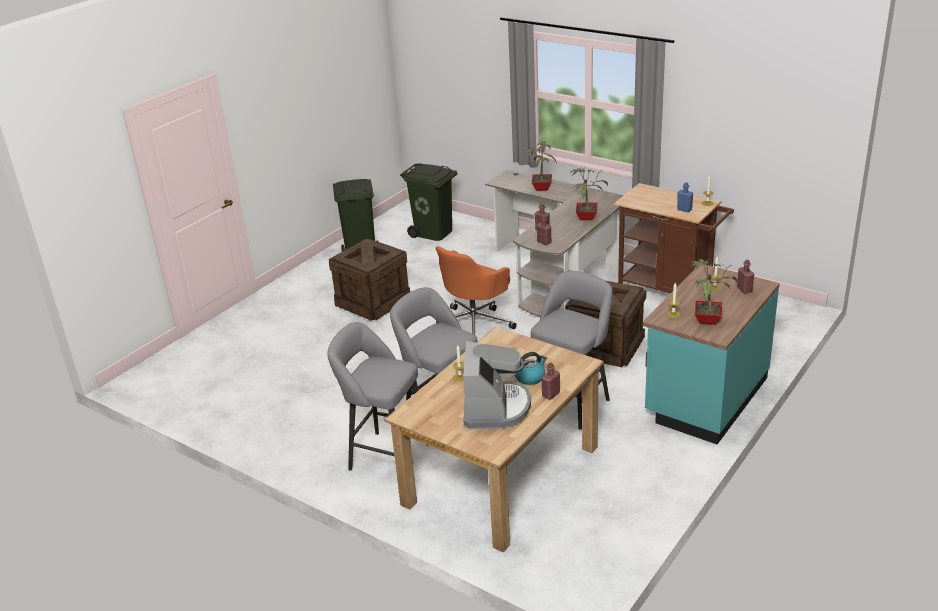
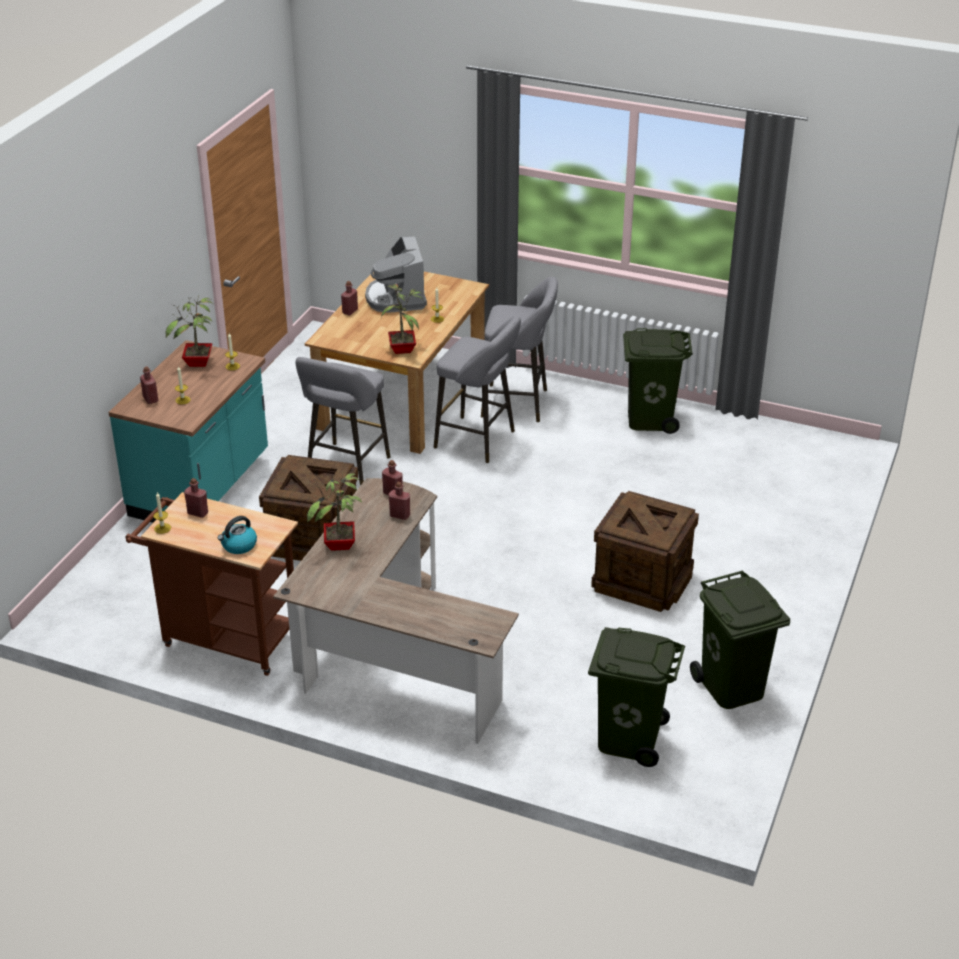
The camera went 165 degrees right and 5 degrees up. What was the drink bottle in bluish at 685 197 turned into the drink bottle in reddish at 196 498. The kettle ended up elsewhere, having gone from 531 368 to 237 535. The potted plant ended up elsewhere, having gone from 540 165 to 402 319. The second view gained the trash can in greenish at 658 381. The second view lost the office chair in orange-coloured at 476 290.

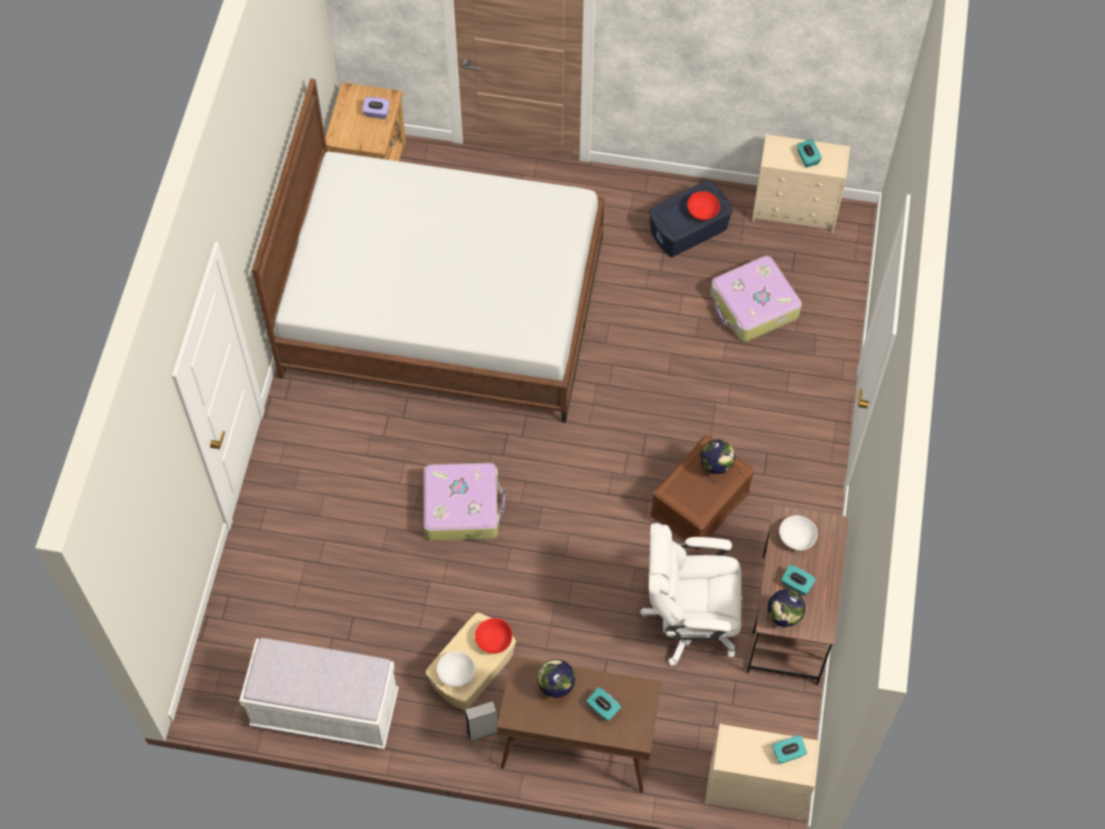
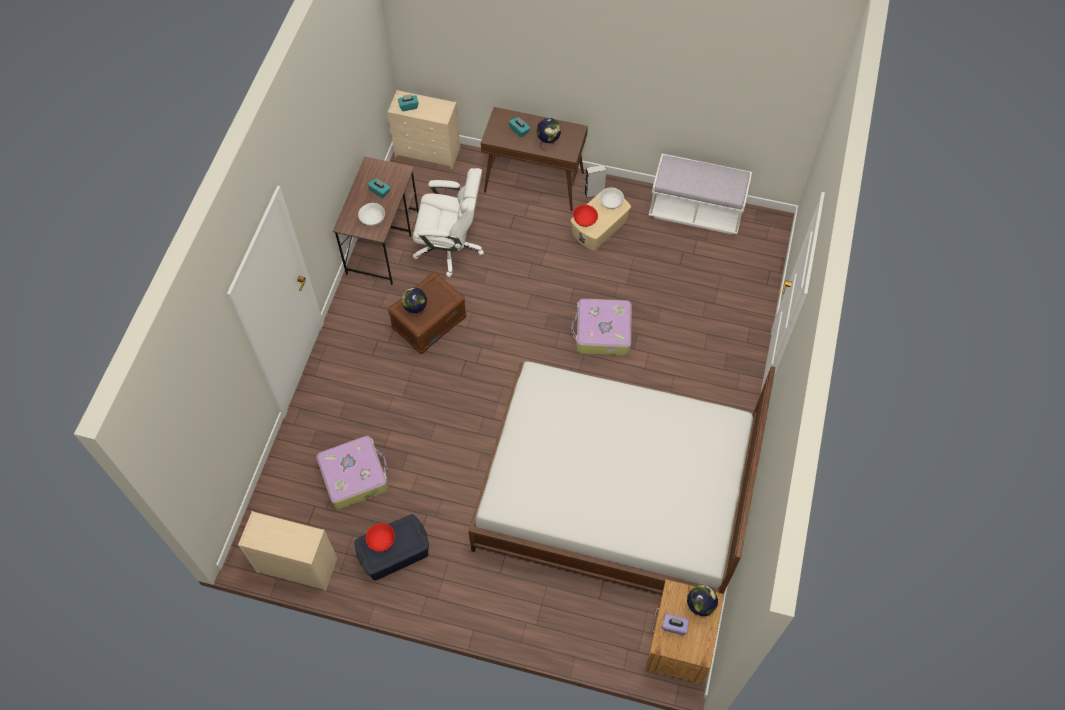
The camera went 175 degrees left and 0 degrees up. The globe ended up elsewhere, having gone from 786 608 to 702 600. The second view lost the tissue box in turquoise-coloured at 809 153.

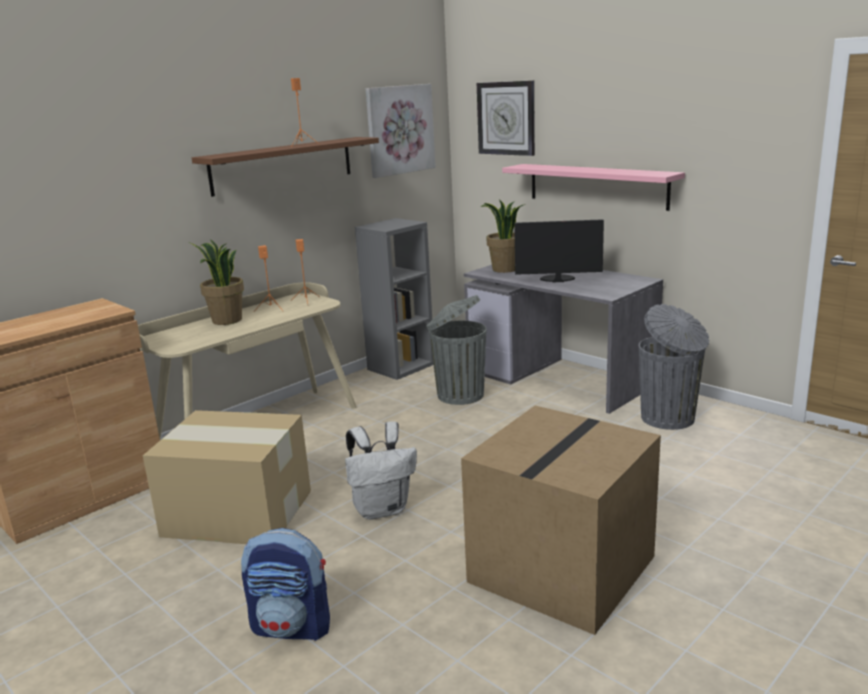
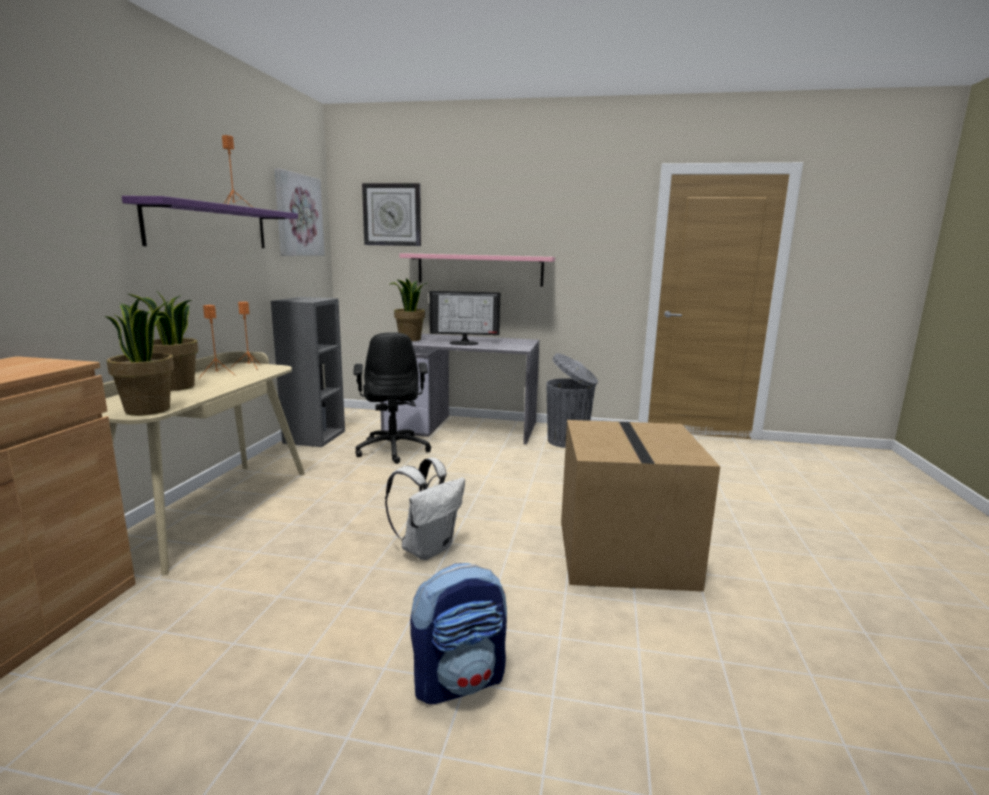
The camera went 35 degrees left and 5 degrees down. The second view gained the potted plant at 139 357. What was the shelf in brown-coloured at 285 167 turned into the shelf in purplish at 210 222. Where the trash can in gray stood at 456 350, the office chair in black came to stand at 392 398. The computer screen at 559 250 ended up facing another way, 150 degrees counterclockwise from before. The second view lost the cardboard box at 227 477.

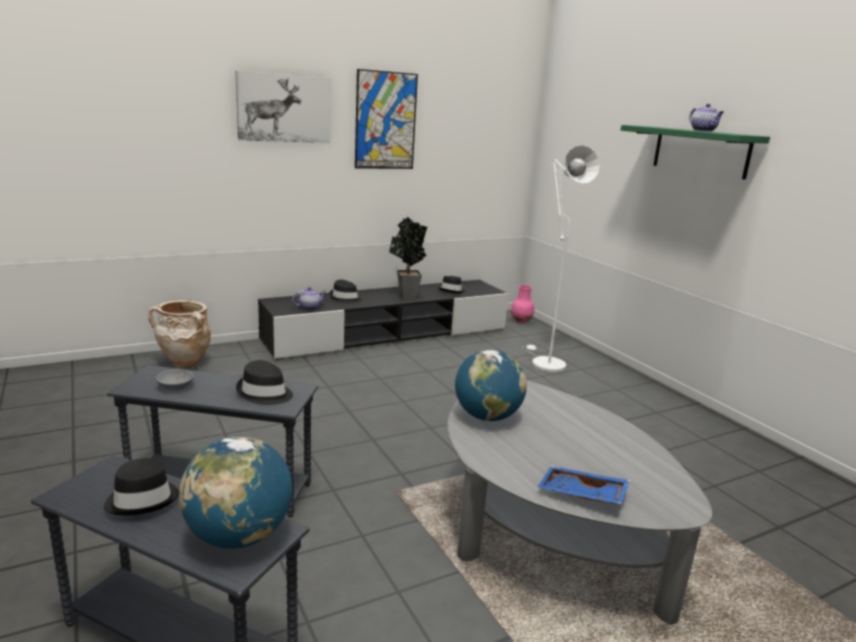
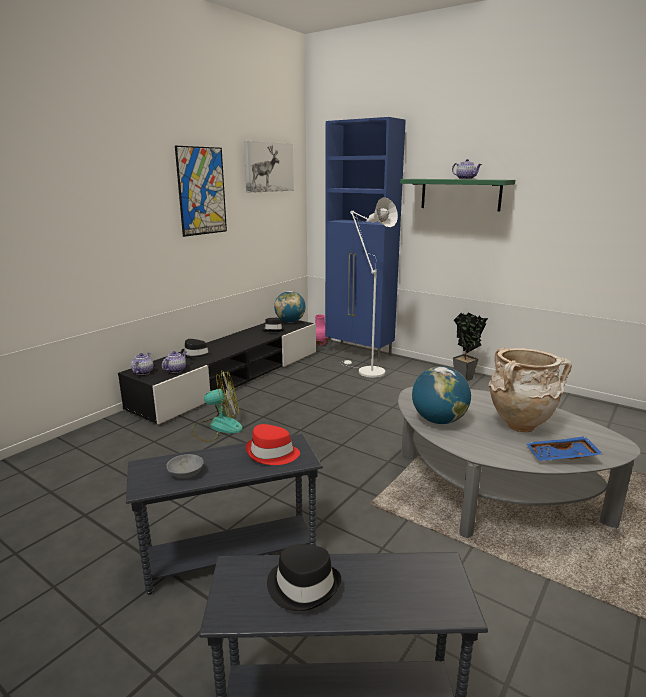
The camera went 25 degrees left and 0 degrees up. The second view gained the pot for tea at 142 364. The second view gained the electric fan at 217 406. The wall picture ended up elsewhere, having gone from 283 107 to 269 167. What was the hat in black at 264 382 turned into the hat in reddish at 273 444. The globe ended up elsewhere, having gone from 235 492 to 290 306. The second view gained the cupboard in bluish at 365 239. The potted plant ended up elsewhere, having gone from 408 258 to 470 346. The decorative vase in sand-coloured ended up elsewhere, having gone from 179 334 to 530 390.

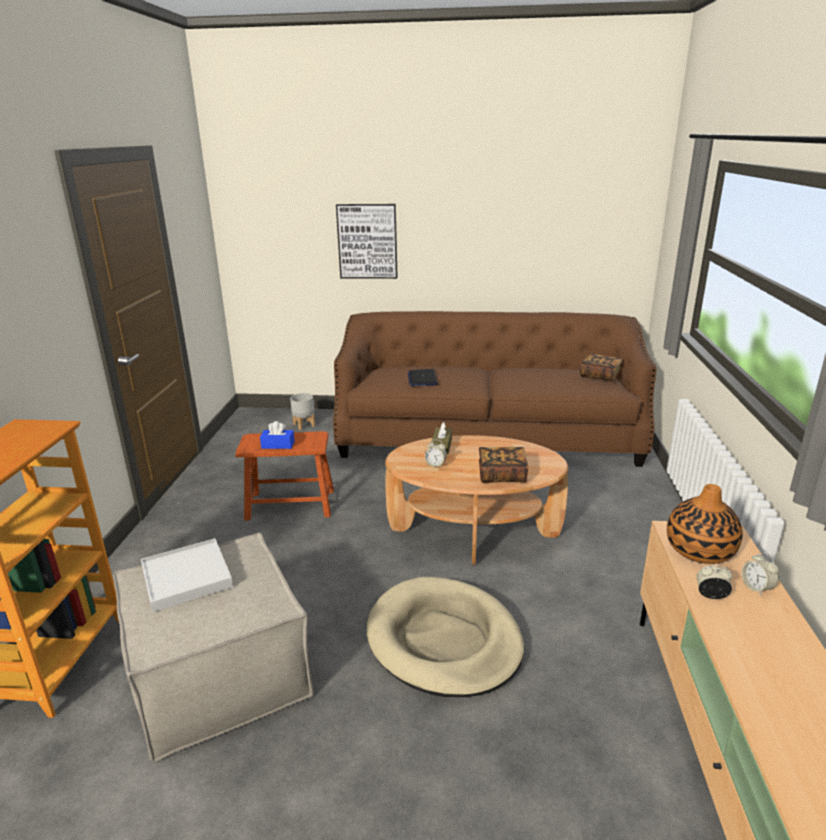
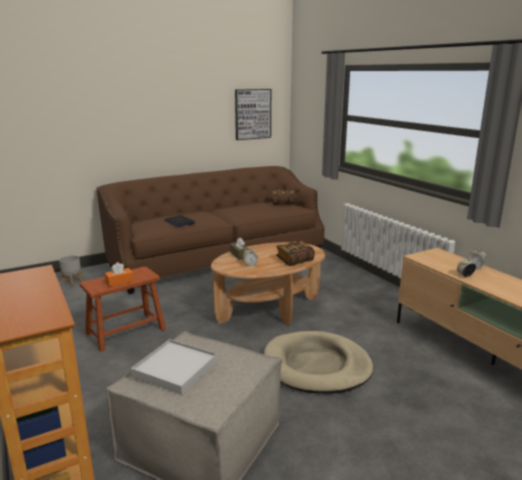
The camera went 35 degrees left and 5 degrees down. What was the tissue box in bluish at 277 435 turned into the tissue box in orange-coloured at 119 274. The wall picture ended up elsewhere, having gone from 367 241 to 253 114. The second view lost the decorative vase at 705 524.

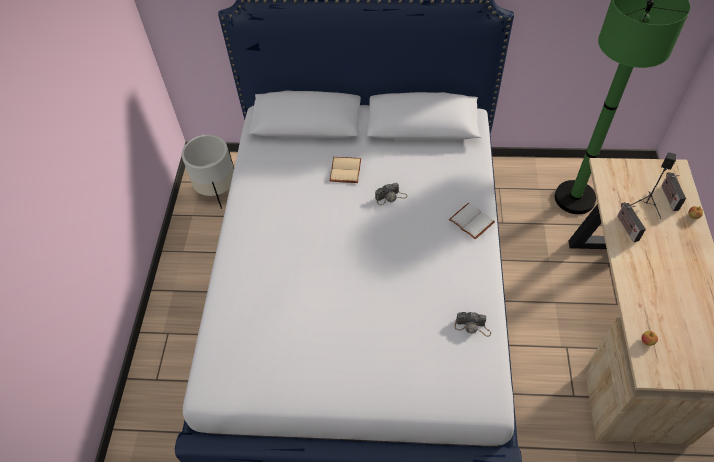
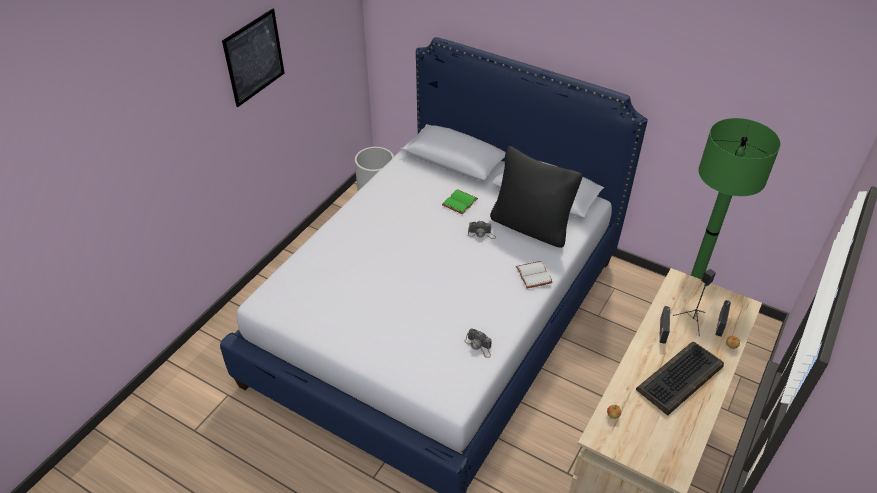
The camera went 25 degrees right and 10 degrees down. The second view gained the wall picture at 253 58. What was the bound book in sand-coloured at 345 170 turned into the bound book in greenish at 460 201. The second view gained the cushion in black at 536 197. The second view gained the PC keyboard at 680 378.

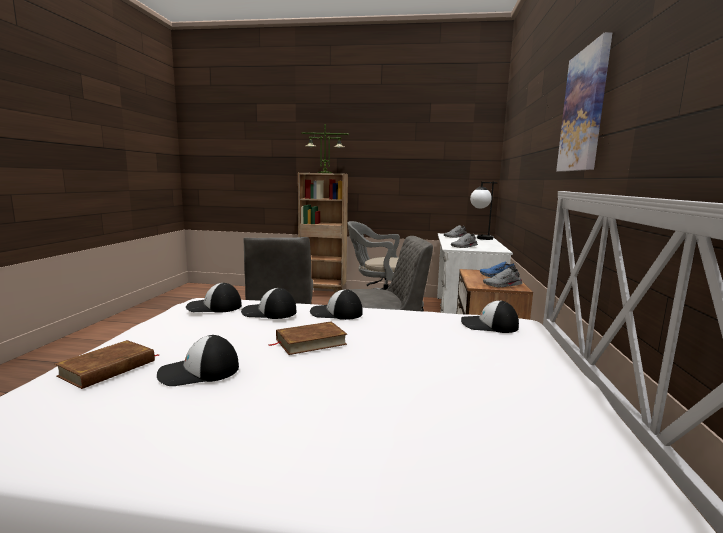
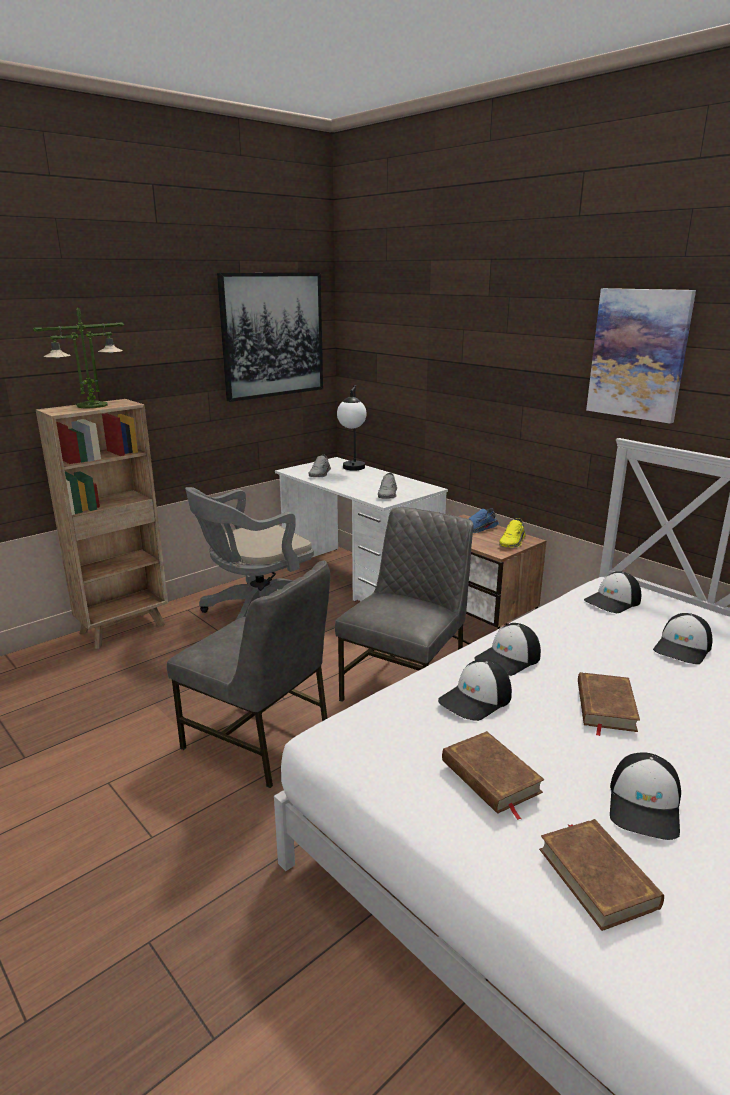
The camera went 50 degrees left and 10 degrees up. The second view gained the wall picture at 270 337. The second view gained the bound book in brown-coloured at 493 775. What was the shoe in gray at 503 278 turned into the shoe in yellow-coloured at 512 533. The peaked cap ended up elsewhere, having gone from 214 298 to 682 638.

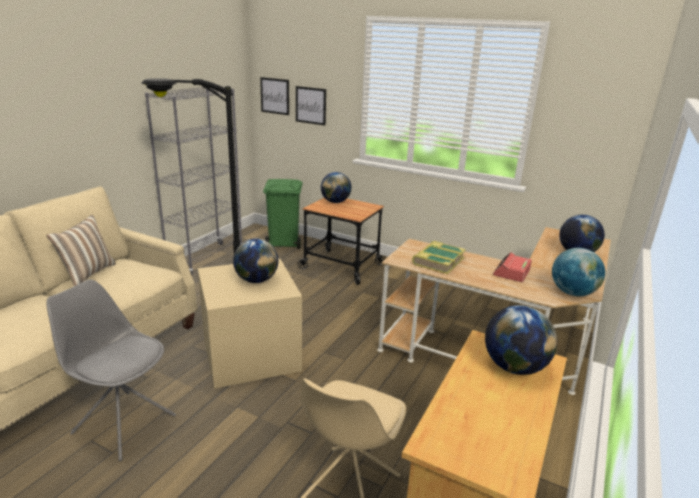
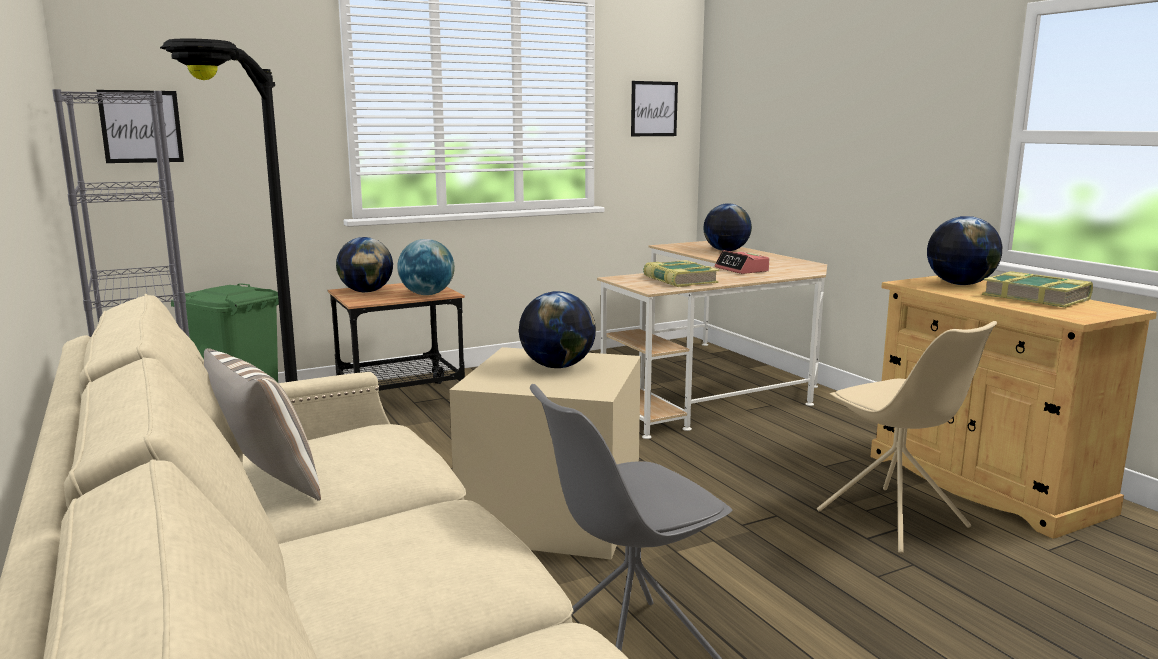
The camera went 55 degrees left and 10 degrees down. The globe ended up elsewhere, having gone from 578 272 to 426 267. The wall picture ended up elsewhere, having gone from 311 106 to 654 108. The second view gained the bound book at 1037 289.

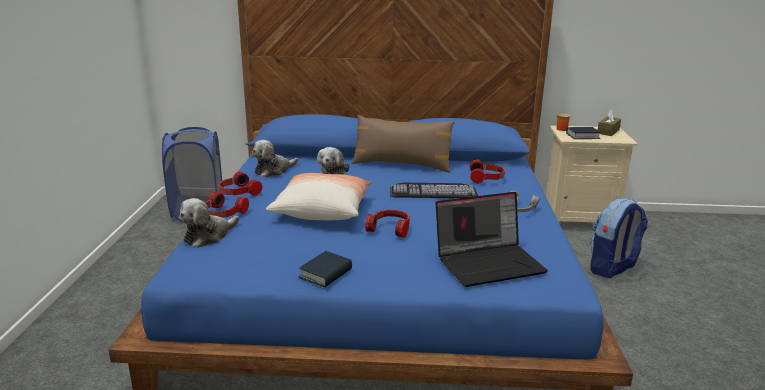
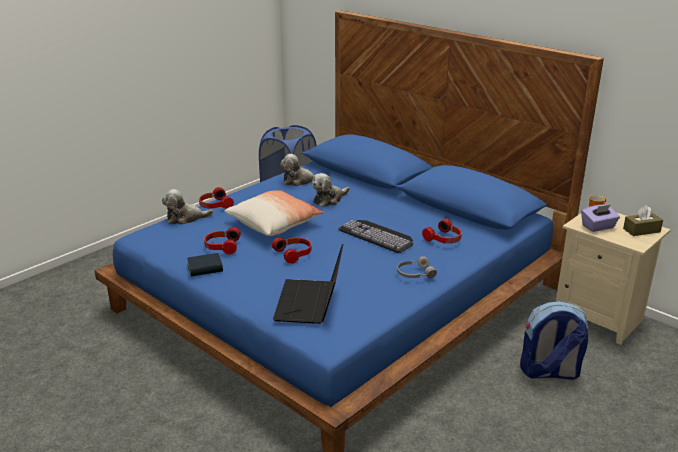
The camera went 40 degrees right and 5 degrees up. The pair of headphones ended up elsewhere, having gone from 241 183 to 222 241. The laptop at 492 239 ended up facing another way, 75 degrees clockwise from before. Where the bound book stood at 583 133, the tissue box in purplish came to stand at 600 218. The second view lost the cushion in brown-coloured at 403 143.

